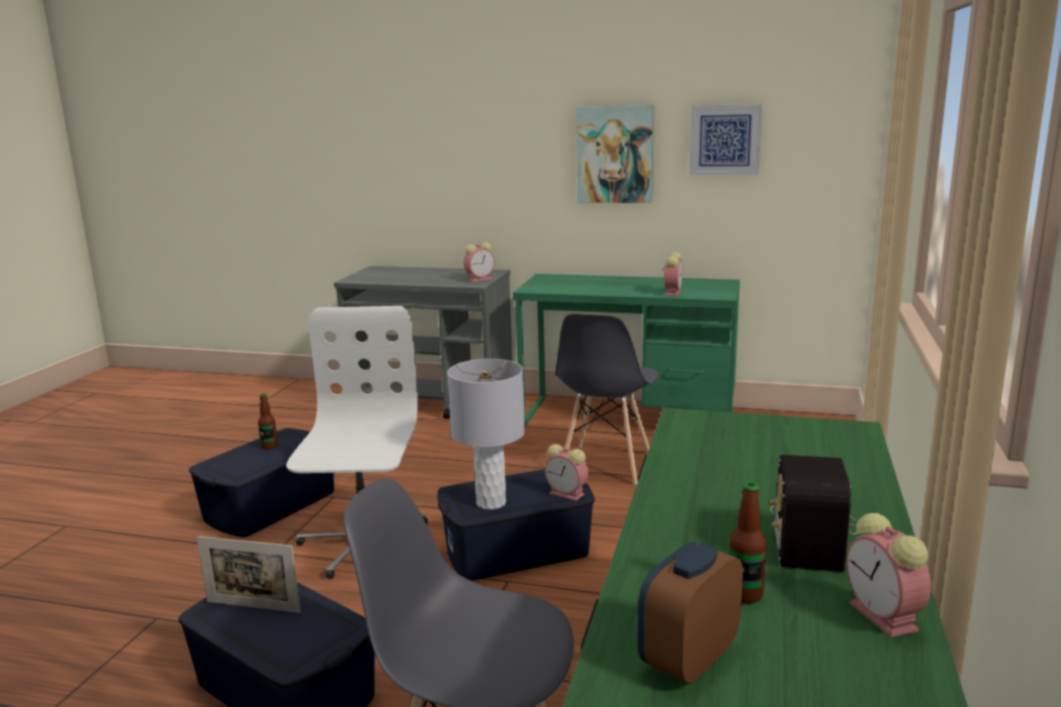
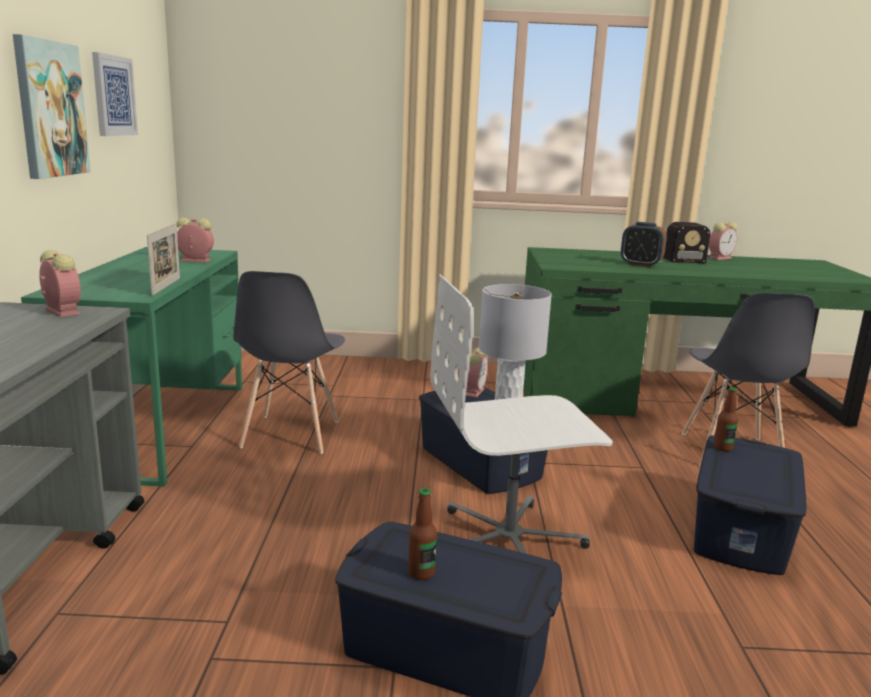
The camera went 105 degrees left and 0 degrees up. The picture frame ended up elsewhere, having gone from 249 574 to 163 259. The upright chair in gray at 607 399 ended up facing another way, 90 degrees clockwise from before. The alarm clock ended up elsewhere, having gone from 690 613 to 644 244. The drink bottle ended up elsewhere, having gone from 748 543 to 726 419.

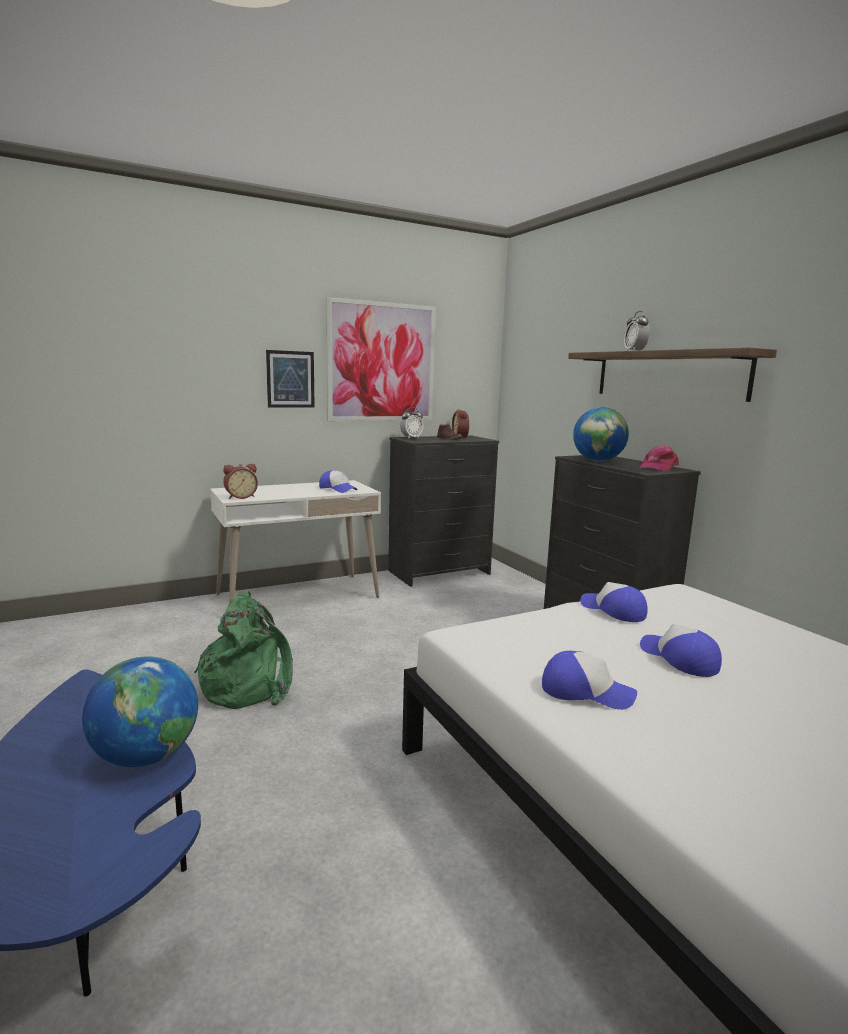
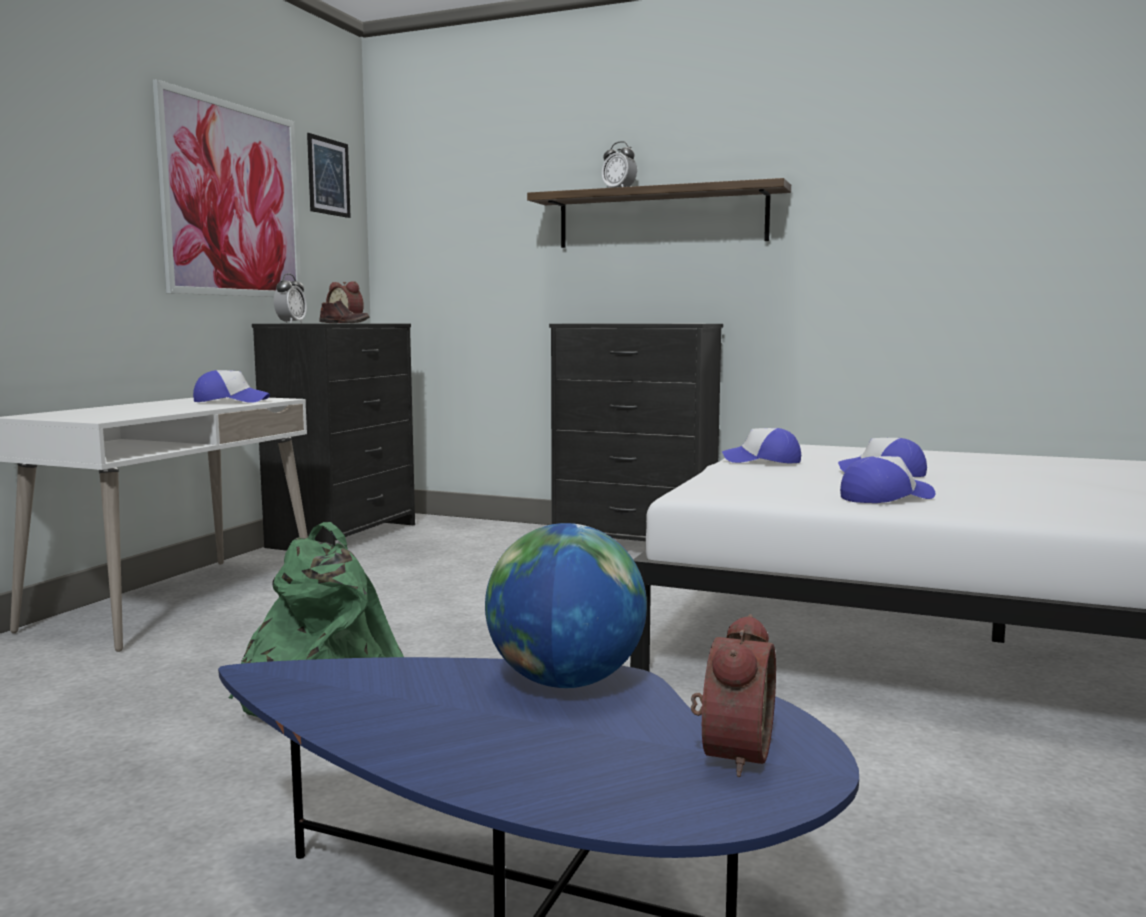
The camera went 40 degrees left and 5 degrees down. The wall picture ended up elsewhere, having gone from 290 379 to 329 175. The alarm clock ended up elsewhere, having gone from 240 481 to 733 695. The second view lost the globe at 601 434. The second view lost the peaked cap in pinkish at 659 458.

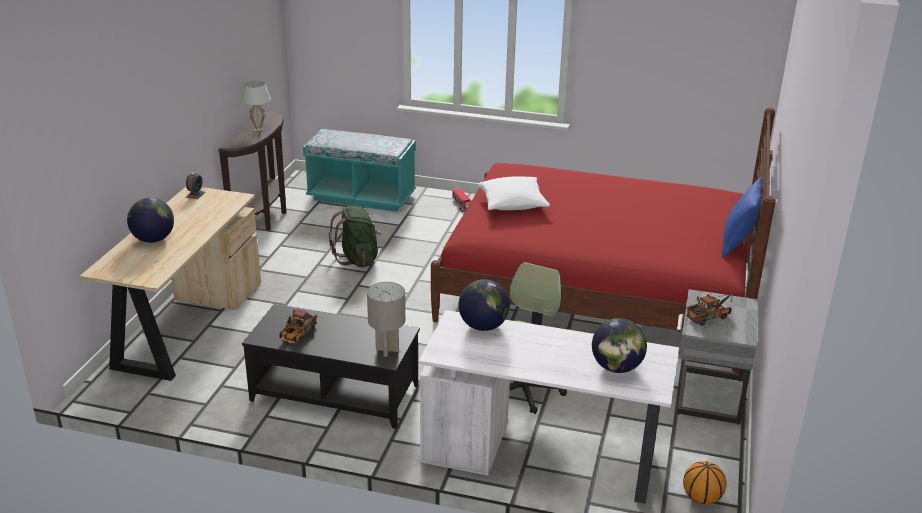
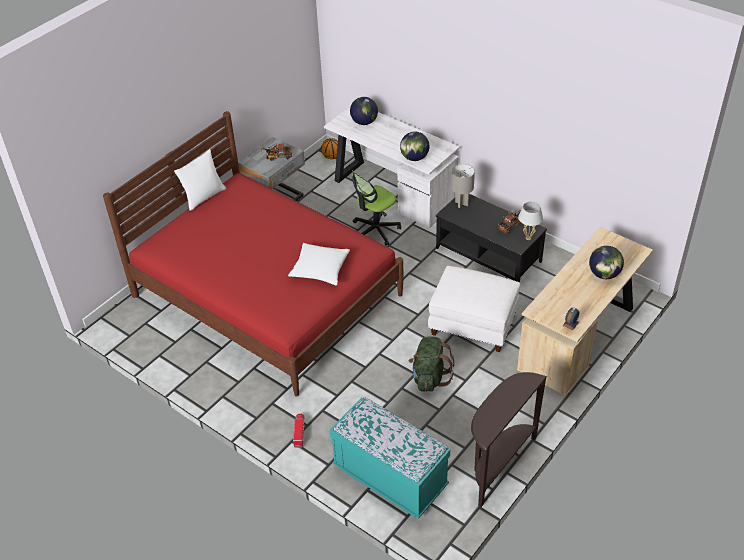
The camera went 155 degrees left and 15 degrees up. What was the cushion in bluish at 742 217 turned into the cushion in white at 200 180. The second view gained the ottoman in white at 474 309. The tabletop lamp in white ended up elsewhere, having gone from 256 106 to 530 221.

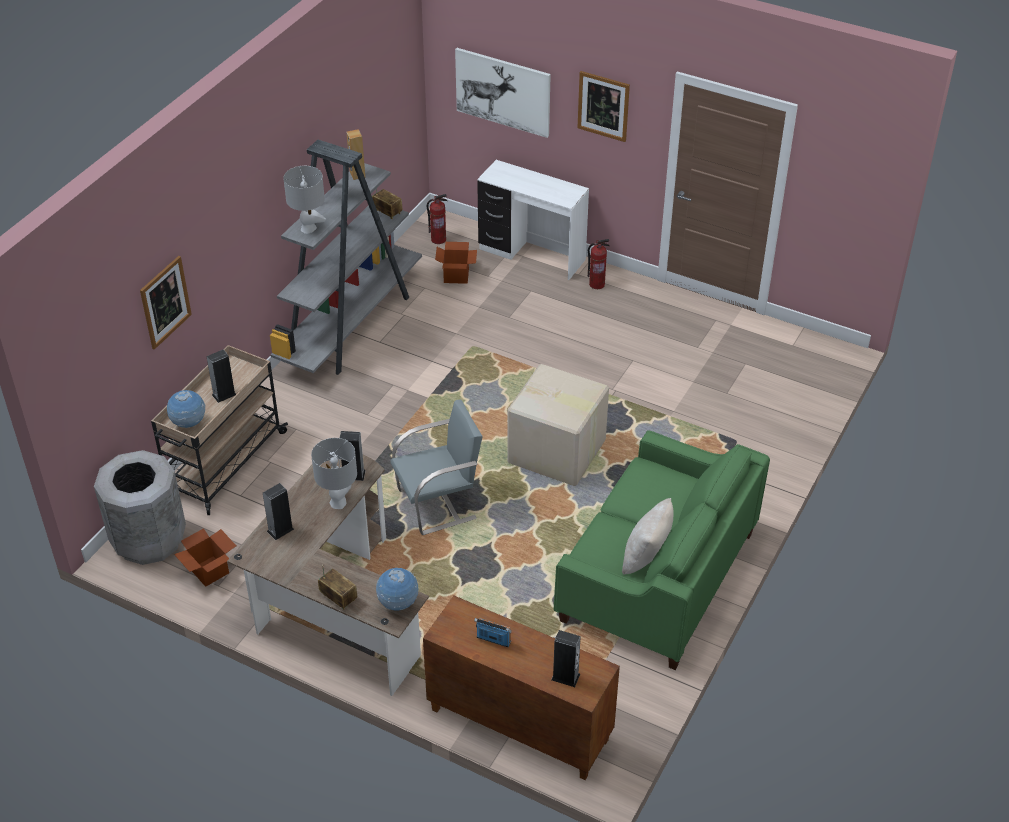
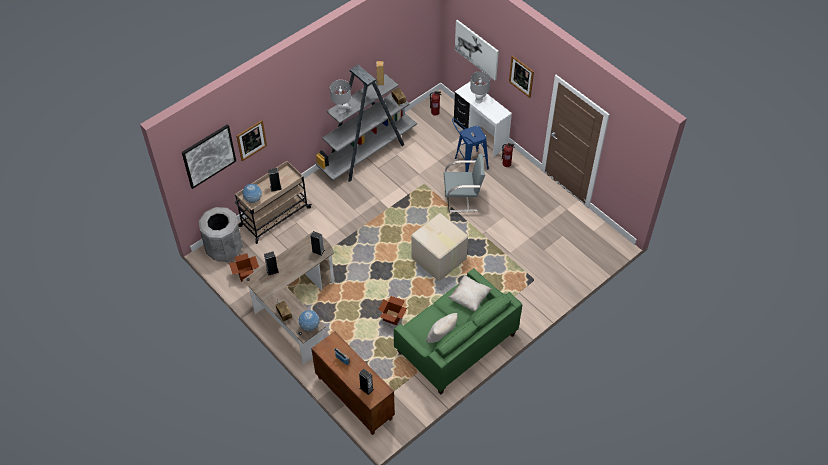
The camera went 20 degrees right and 10 degrees up. The second view gained the wall picture at 209 156. The cardboard box ended up elsewhere, having gone from 456 263 to 392 310. The upright chair in gray ended up elsewhere, having gone from 436 467 to 464 182. The second view gained the cushion in sand-coloured at 469 293. The second view gained the stool in bluish at 470 145. The tabletop lamp in gray ended up elsewhere, having gone from 334 473 to 480 87.

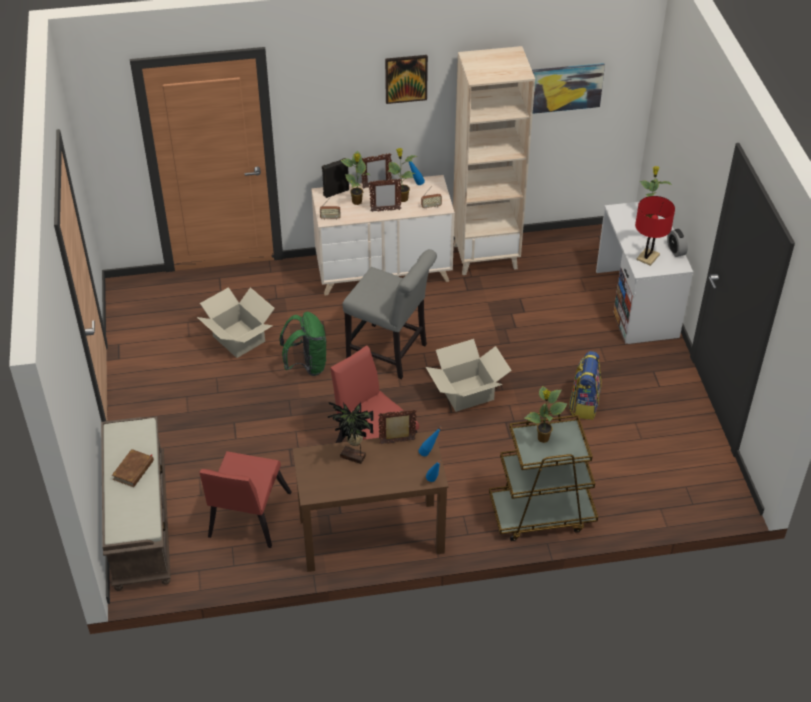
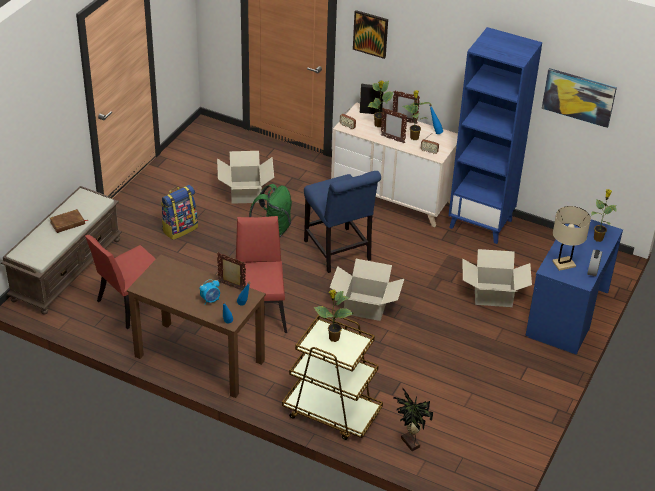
The camera went 35 degrees right and 5 degrees down. The backpack ended up elsewhere, having gone from 585 385 to 179 212. The second view gained the alarm clock at 209 292. What was the upright chair in gray at 389 314 turned into the upright chair in bluish at 342 222. The wall picture ended up elsewhere, having gone from 406 79 to 370 34. The potted plant ended up elsewhere, having gone from 351 433 to 413 419. What was the bookcase in sand-coloured at 494 160 turned into the bookcase in bluish at 495 135. The second view gained the cardboard box at 497 278. What was the desk unit in white at 644 273 turned into the desk unit in bluish at 574 287. What was the tabletop lamp in reddish at 655 231 turned into the tabletop lamp in sand-coloured at 571 238.

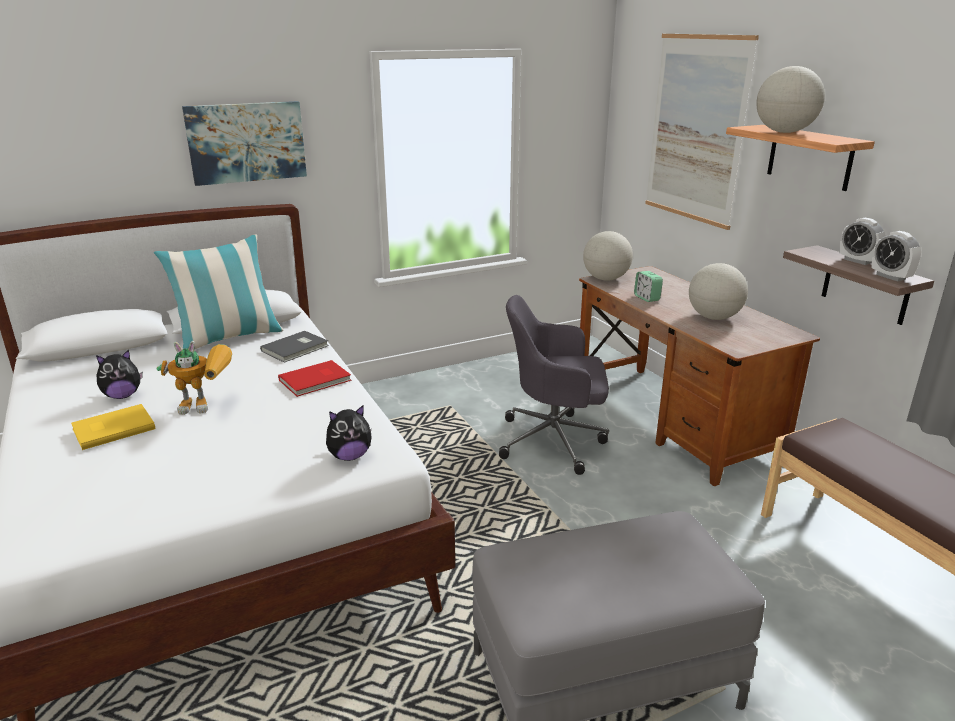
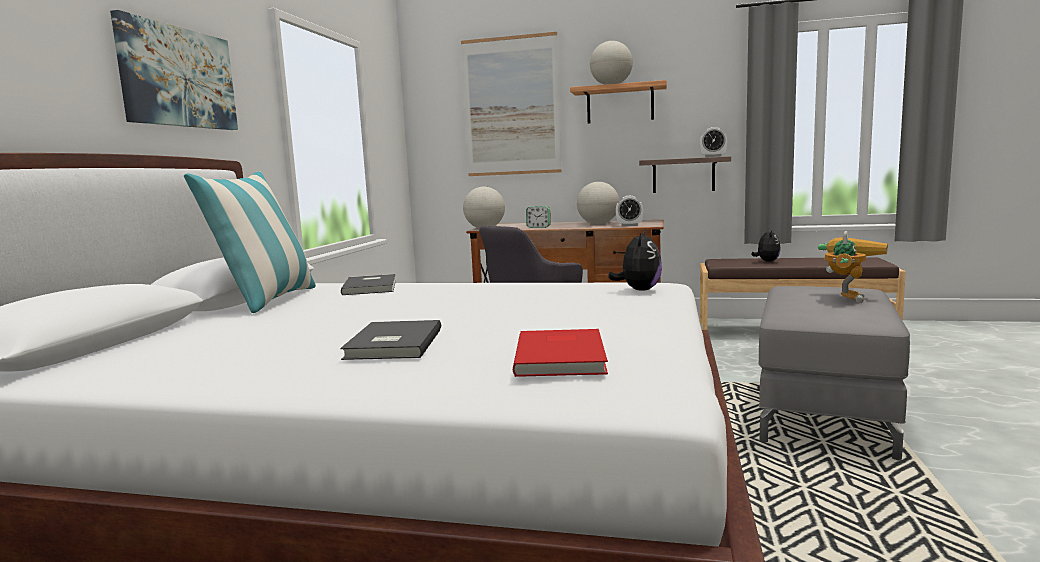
The camera went 50 degrees left and 15 degrees down. What was the bound book in yellow-coloured at 113 427 turned into the bound book in gray at 390 340. The bound book in reddish ended up elsewhere, having gone from 315 378 to 560 353. The alarm clock ended up elsewhere, having gone from 862 241 to 629 211. The cuddly toy ended up elsewhere, having gone from 119 374 to 766 245. The toy robot ended up elsewhere, having gone from 194 378 to 853 267.

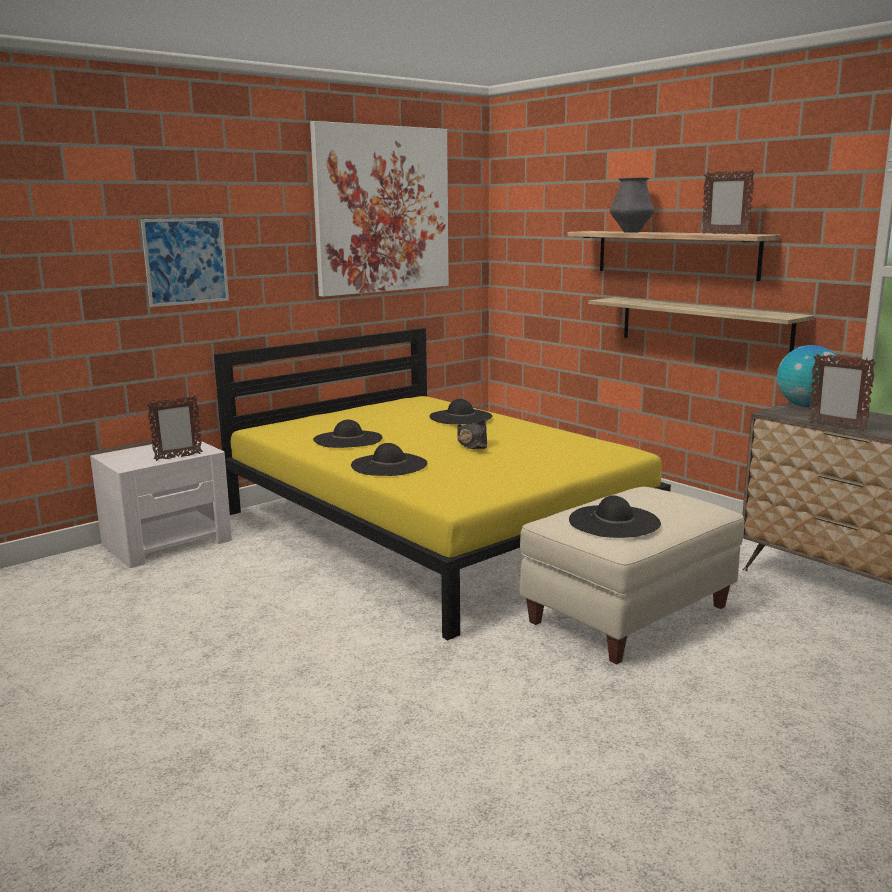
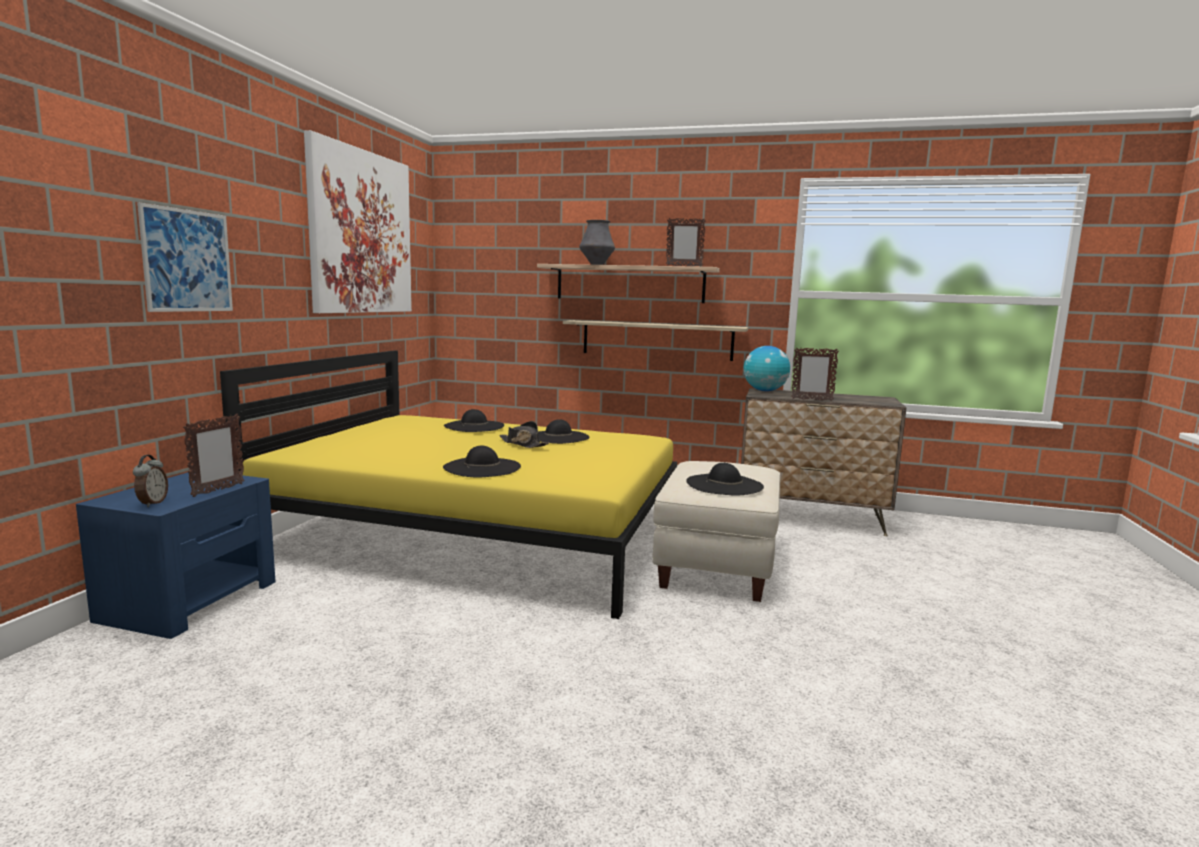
The camera went 35 degrees left and 5 degrees down. What was the bedside table in white at 161 503 turned into the bedside table in bluish at 175 555. The second view gained the alarm clock at 150 481. The hat in black ended up elsewhere, having gone from 347 434 to 564 431.

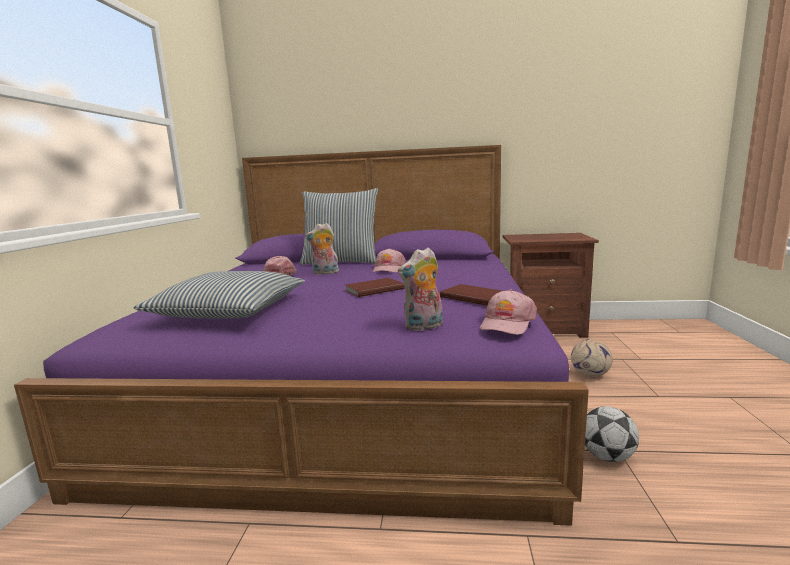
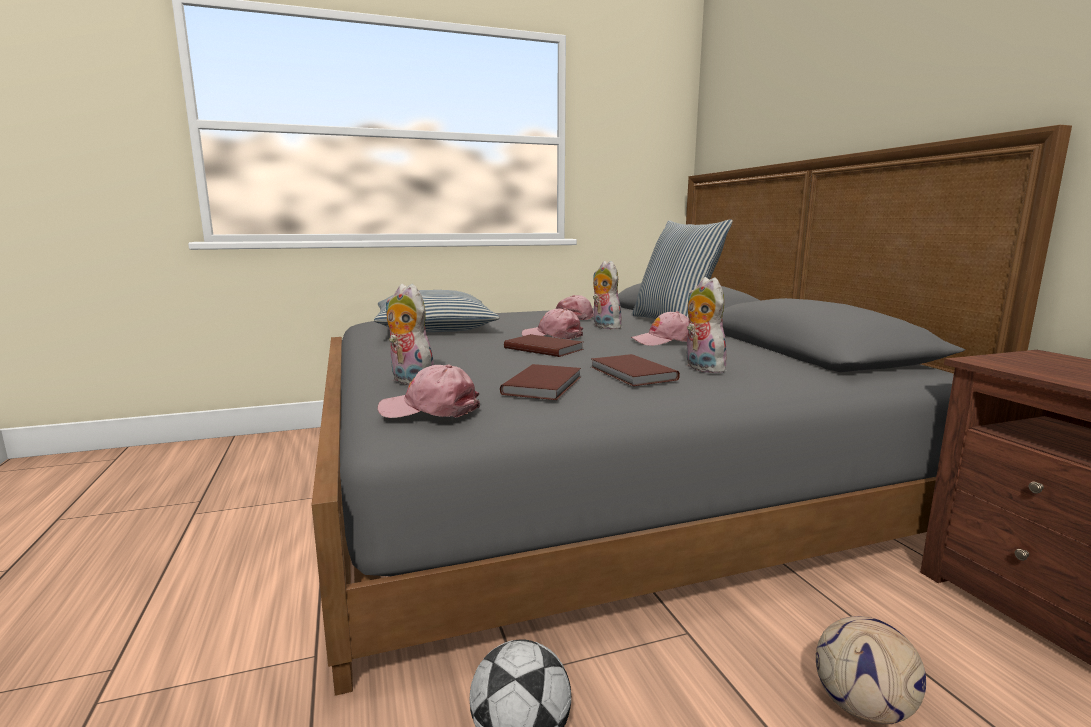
The camera went 65 degrees right and 0 degrees up. What was the sleeping bed in purplish at 301 335 turned into the sleeping bed in gray at 692 410. The second view gained the peaked cap in pinkish at 552 323. The second view gained the bound book in brown-coloured at 635 370. The second view gained the cuddly toy at 707 325.

